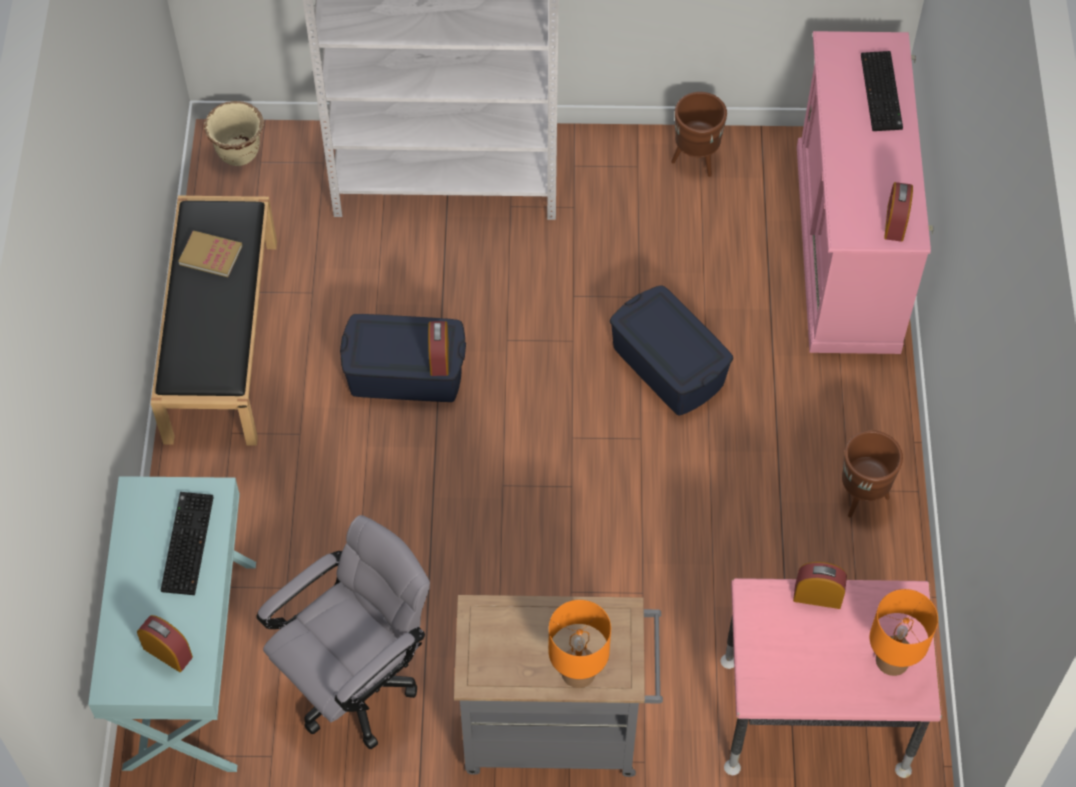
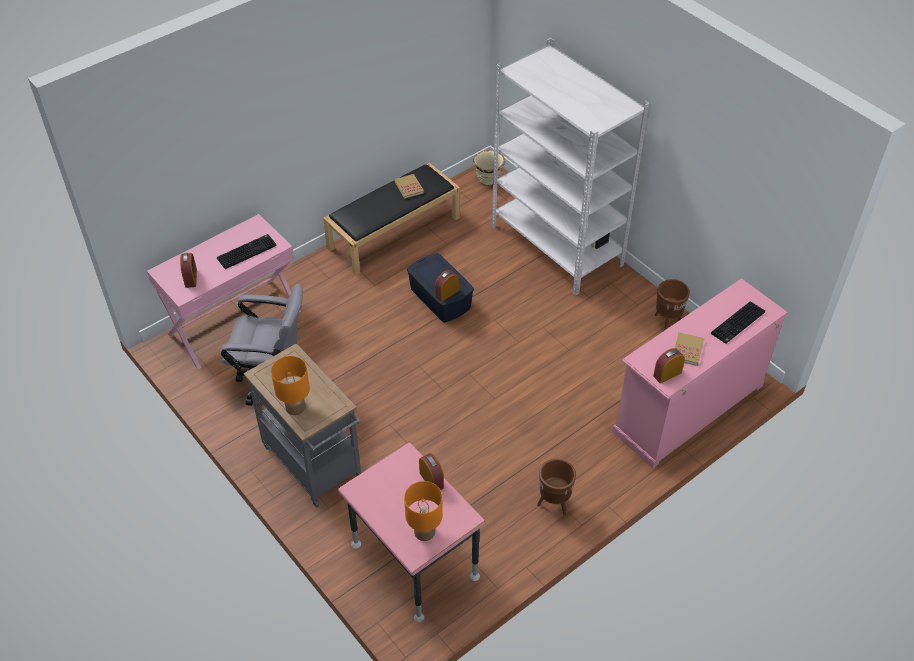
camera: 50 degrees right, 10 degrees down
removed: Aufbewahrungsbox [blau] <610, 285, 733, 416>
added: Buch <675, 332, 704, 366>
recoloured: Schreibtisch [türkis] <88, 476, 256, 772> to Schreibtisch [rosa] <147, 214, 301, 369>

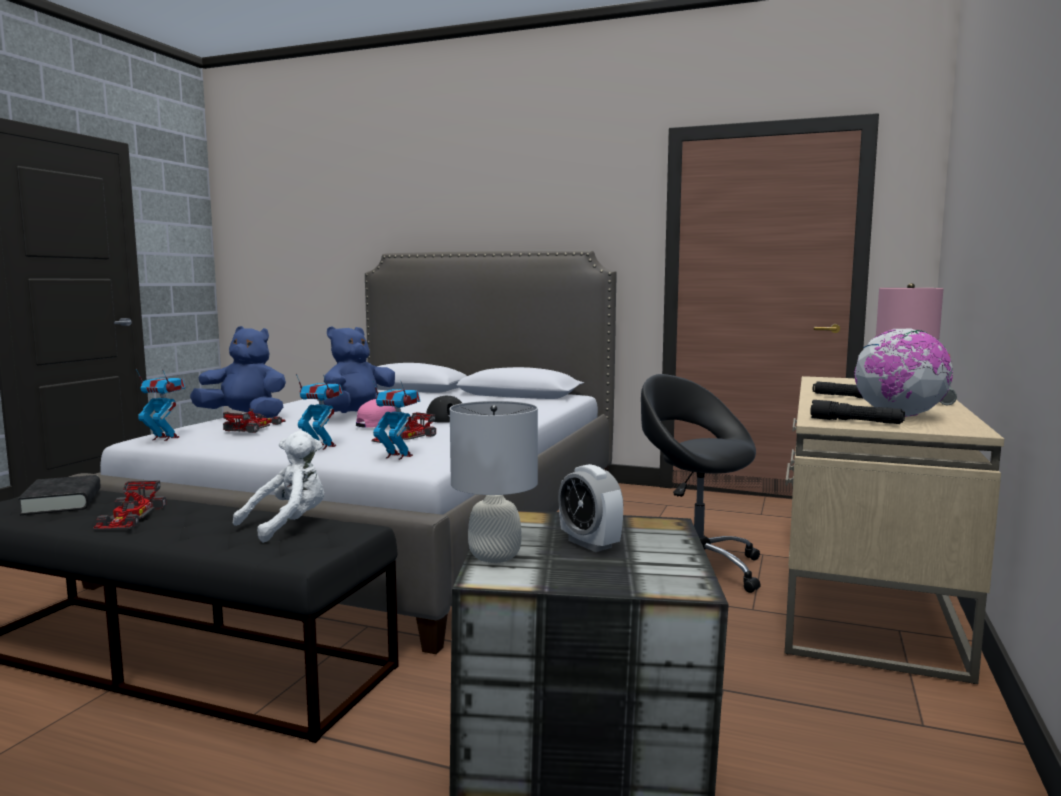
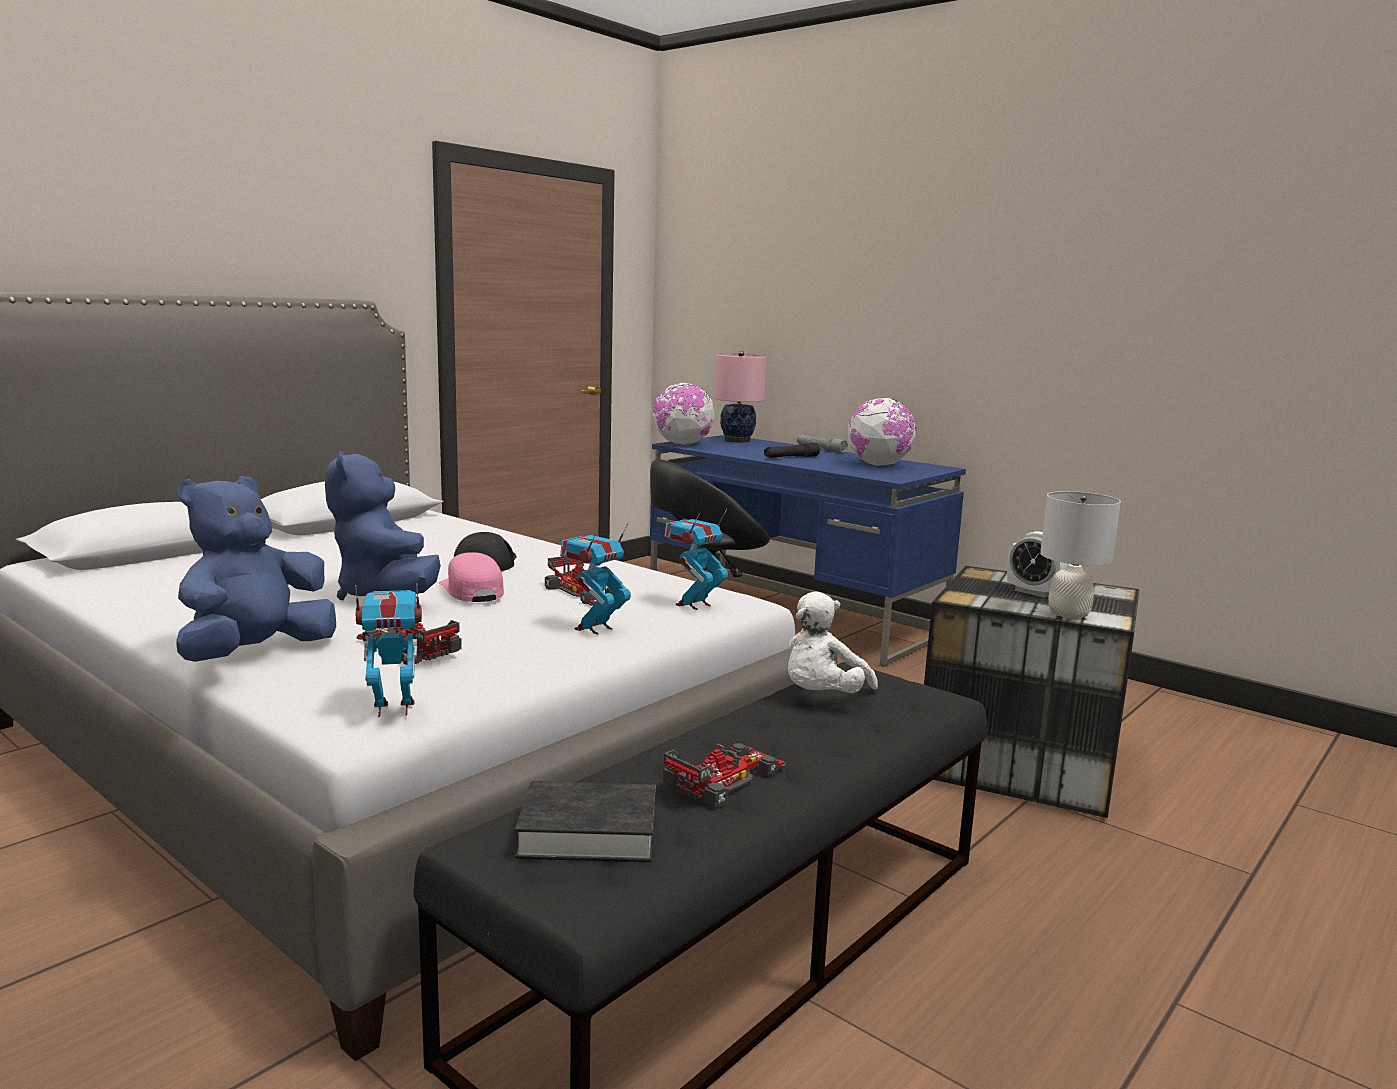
camera: 70 degrees left, 5 degrees up
removed: Taschenlampe [schwarz] <810, 400, 905, 424>
added: Globus <653, 383, 715, 445>
recoloured: Schreibtisch [beige] <785, 376, 1004, 684> to Schreibtisch [blau] <650, 435, 966, 667>
turned: Spielzeugauto <92, 480, 166, 530> = <663, 743, 786, 808> 60 degrees counterclockwise; Spielzeugroboter <136, 369, 185, 441> = <355, 583, 422, 717> 45 degrees clockwise; Plüschtier [weiß] <233, 431, 324, 543> = <788, 592, 878, 693> 120 degrees counterclockwise; Wecker <558, 464, 624, 552> = <1007, 531, 1068, 598> 60 degrees clockwise

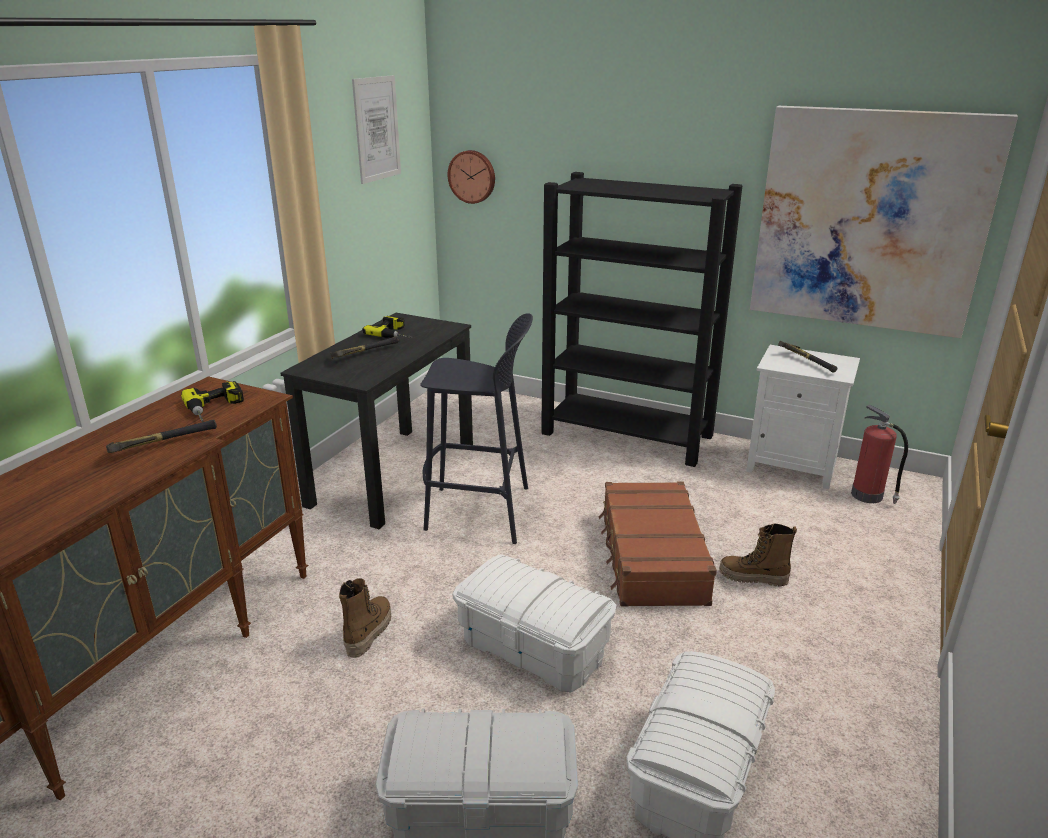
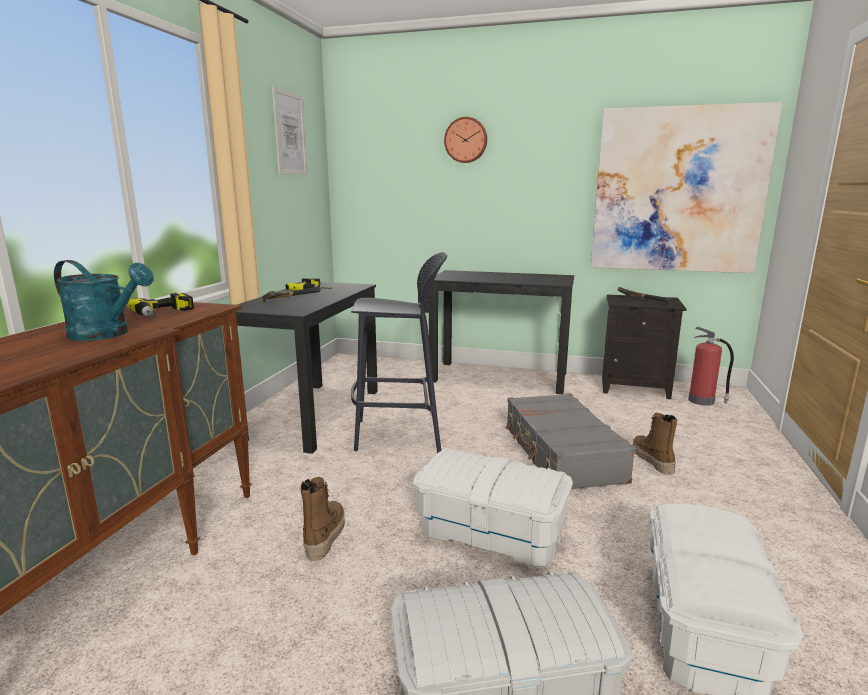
camera: 10 degrees left, 10 degrees down
moved: Wanduhr <448, 150, 495, 204> to <444, 117, 487, 163>
replaced: Hammer <106, 419, 217, 453> to Gießkanne [türkis] <54, 260, 154, 341>; Bücherregal [schwarz] <541, 172, 743, 467> to Schreibtisch [schwarz] <429, 270, 574, 394>
recoloured: Koffer [braun] <598, 481, 717, 607> to Koffer [grau] <505, 393, 636, 489>; Nachttisch [weiß] <746, 345, 860, 489> to Nachttisch [schwarz] <602, 294, 686, 399>
turned: Stiefel <719, 524, 797, 587> = <633, 413, 677, 475> 75 degrees clockwise

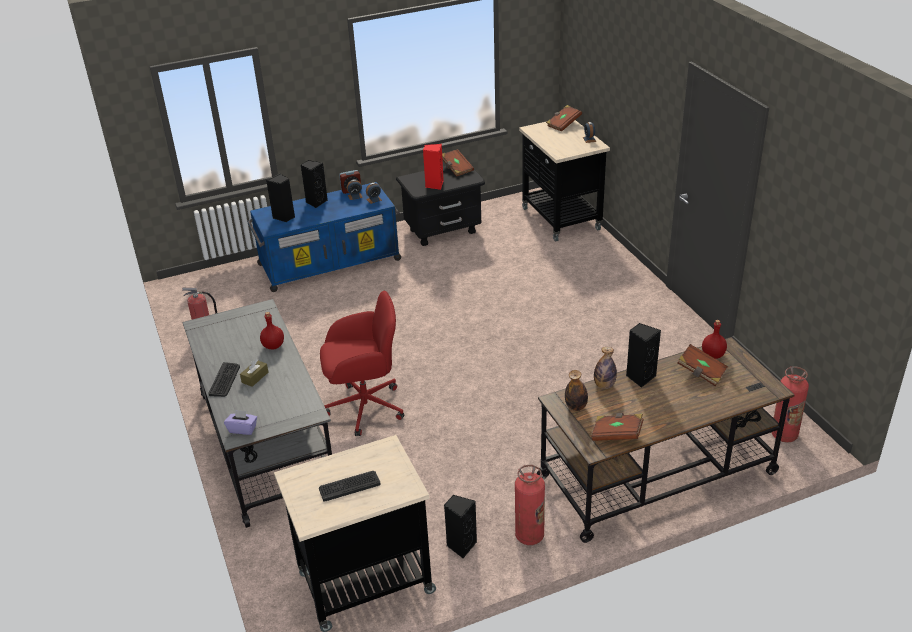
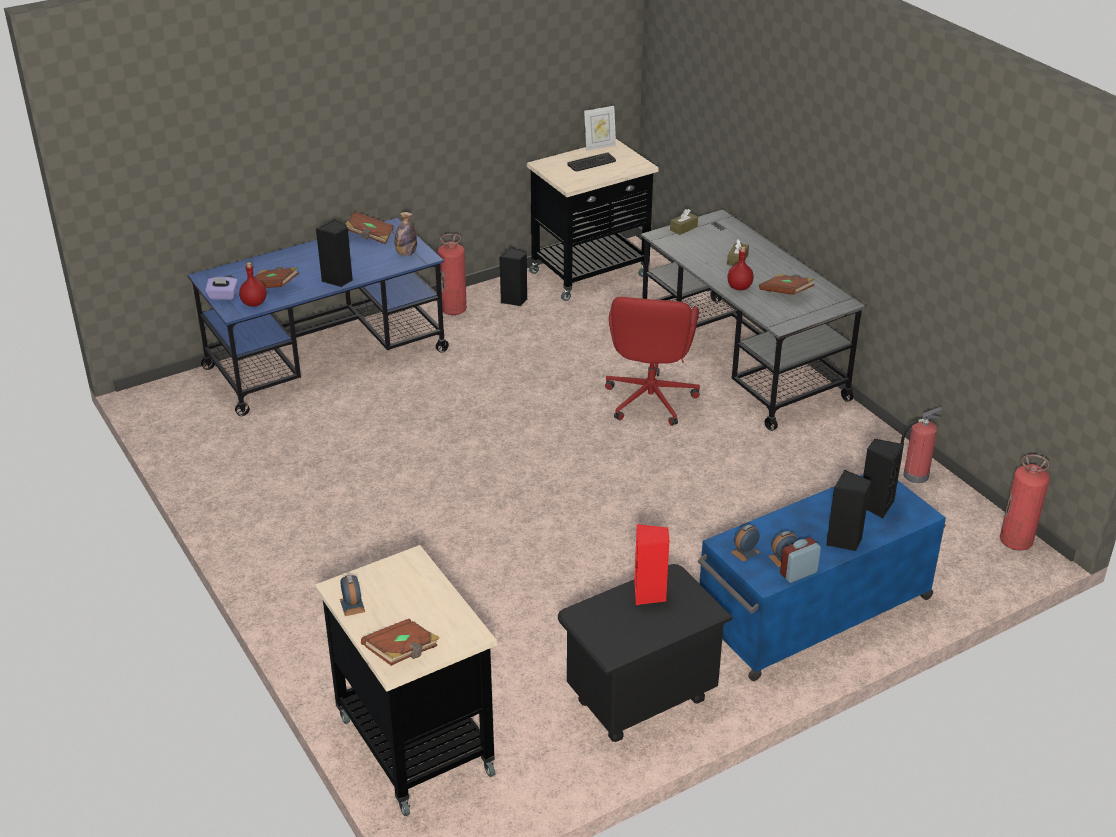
camera: 170 degrees right, 0 degrees up
removed: Tastatur <208, 362, 240, 397>; Flasche <594, 347, 617, 389>
added: Bilderrahmen <584, 106, 616, 151>; Taschentuchbox [braun] <670, 209, 698, 235>
moved: Taschentuchbox [lila] <224, 410, 257, 435> to <205, 277, 238, 300>; Buch [braun] <442, 149, 474, 177> to <759, 274, 814, 295>; Feuerlöscher <771, 366, 809, 442> to <1000, 454, 1050, 551>
recoloured: Schreibtisch [braun] <537, 337, 795, 543> to Schreibtisch [blau] <187, 218, 449, 416>
turned: Bürostuhl [rot] <320, 291, 404, 436> = <605, 297, 700, 426> 60 degrees counterclockwise

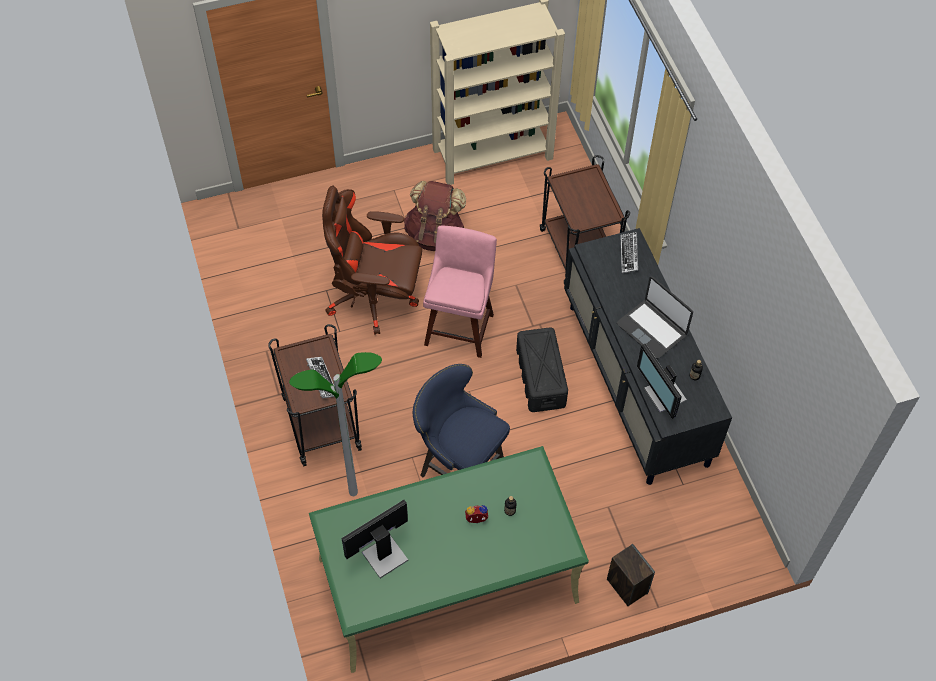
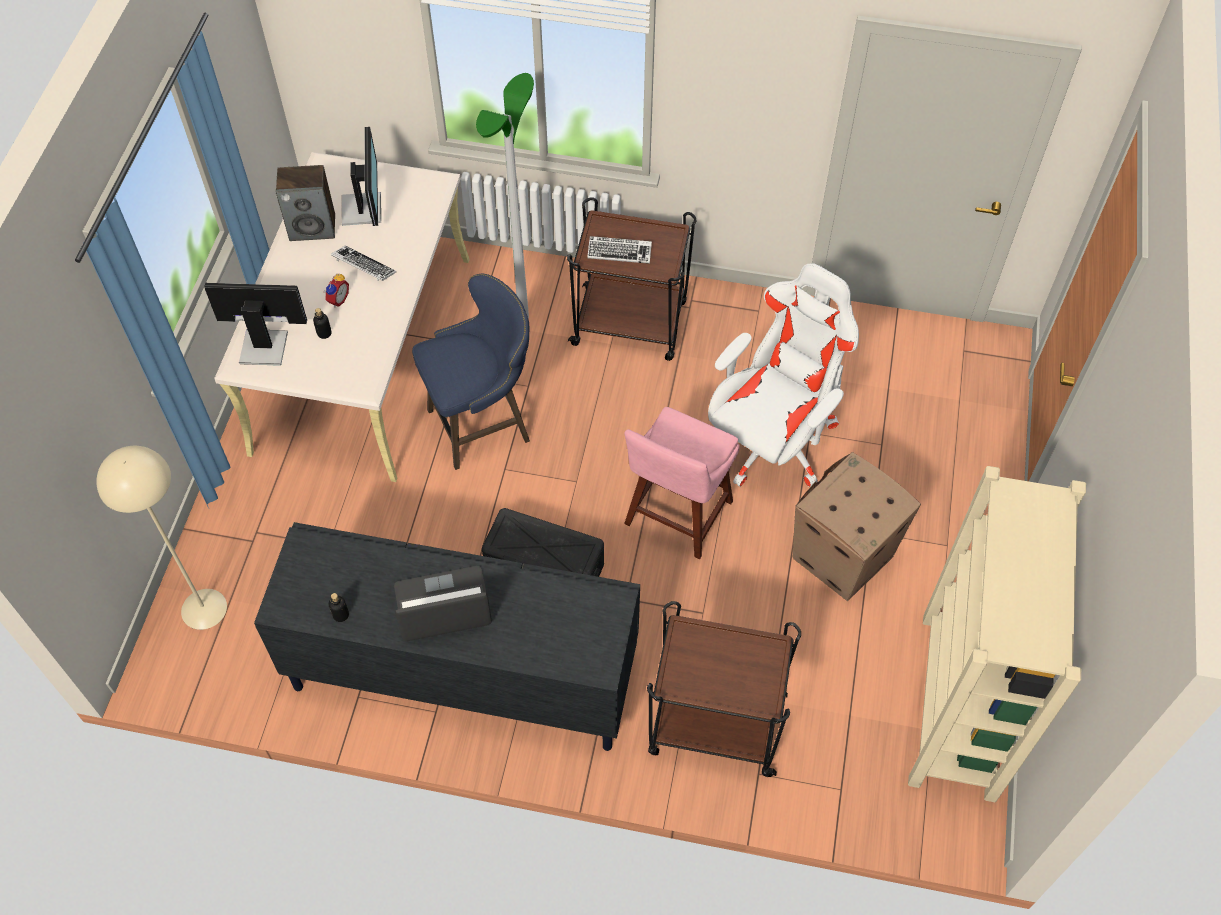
camera: 120 degrees right, 0 degrees up
added: Stehlampe [beige] <96, 446, 227, 630>
moved: Lautsprecher <607, 544, 655, 606> to <275, 165, 335, 241>; Tastatur <621, 232, 639, 273> to <331, 246, 396, 281>; Monitor <637, 343, 687, 419> to <204, 283, 307, 366>
replaced: Rucksack [braun] <404, 181, 466, 251> to Karton <793, 452, 921, 601>
recoloured: Schreibtisch [grün] <309, 446, 589, 673> to Schreibtisch [beige] <214, 152, 470, 482>; Bürostuhl [braun] <322, 185, 422, 335> to Bürostuhl [weiß] <708, 263, 859, 487>
turned: Stuhl [rosa] <423, 225, 497, 358> = <624, 407, 740, 559> 75 degrees clockwise

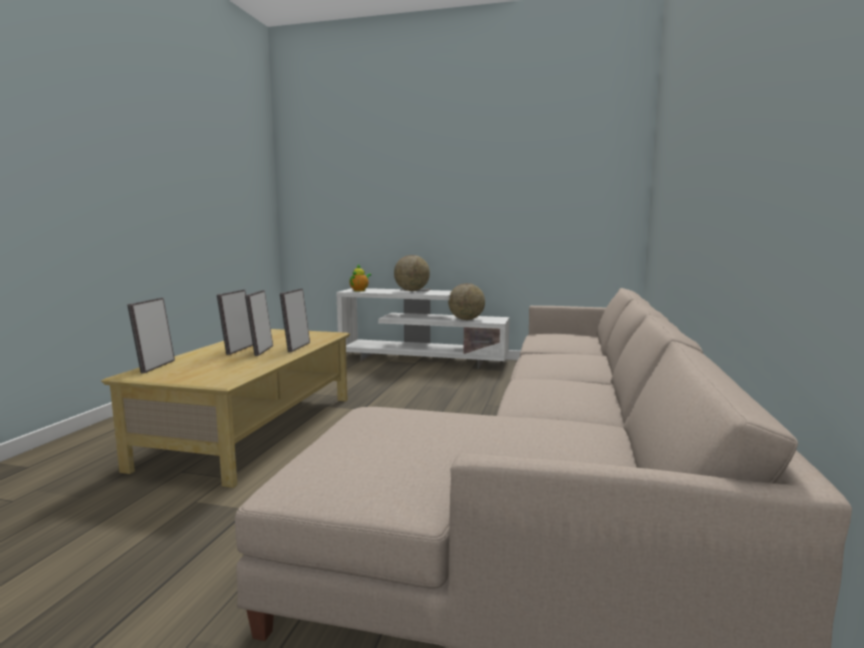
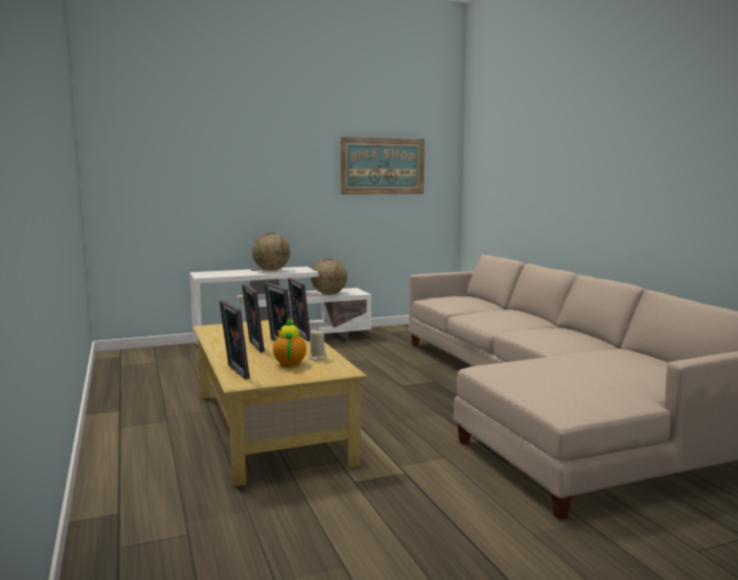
camera: 35 degrees left, 0 degrees up
added: Kerze [beige] <309, 329, 327, 361>; Bild <340, 137, 425, 195>
moved: Teekanne <350, 265, 371, 291> to <273, 318, 306, 367>

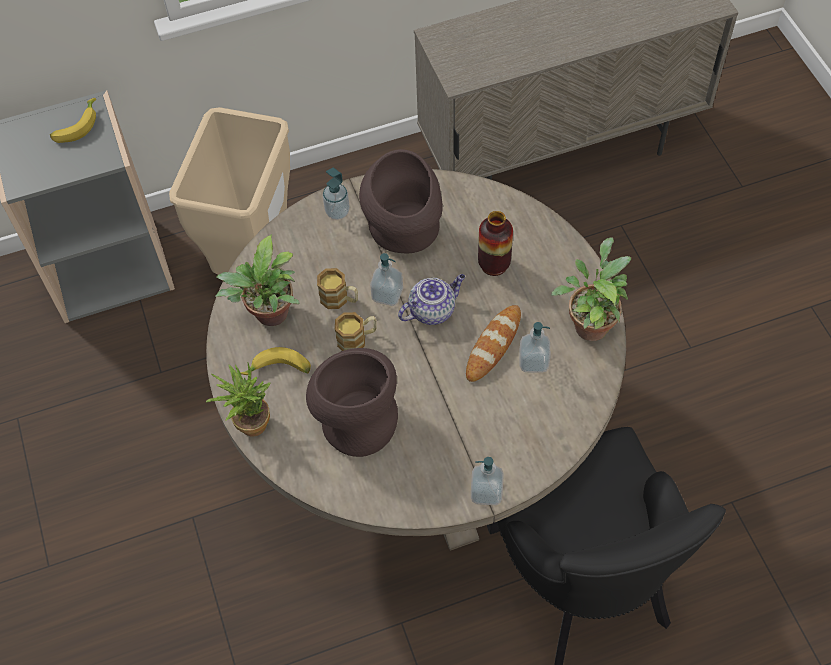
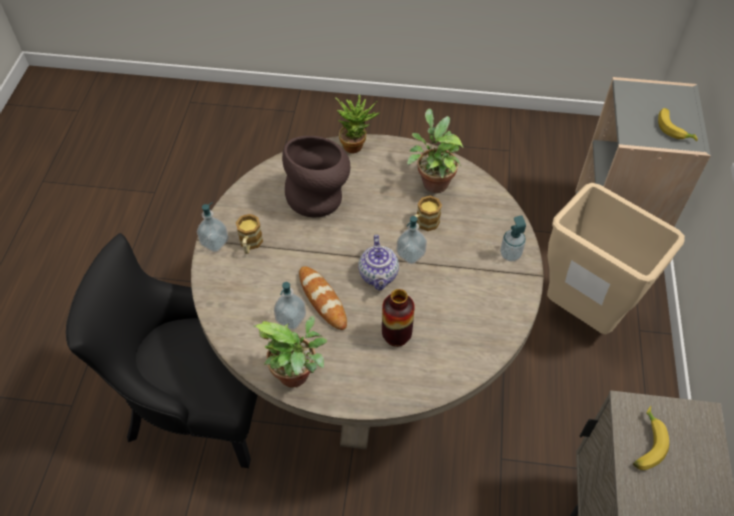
camera: 115 degrees right, 5 degrees down
removed: Vase [braun] <359, 149, 443, 253>
moved: Banane <240, 347, 311, 375> to <633, 406, 669, 470>; Henkelbecher <335, 312, 377, 351> to <236, 214, 263, 254>

